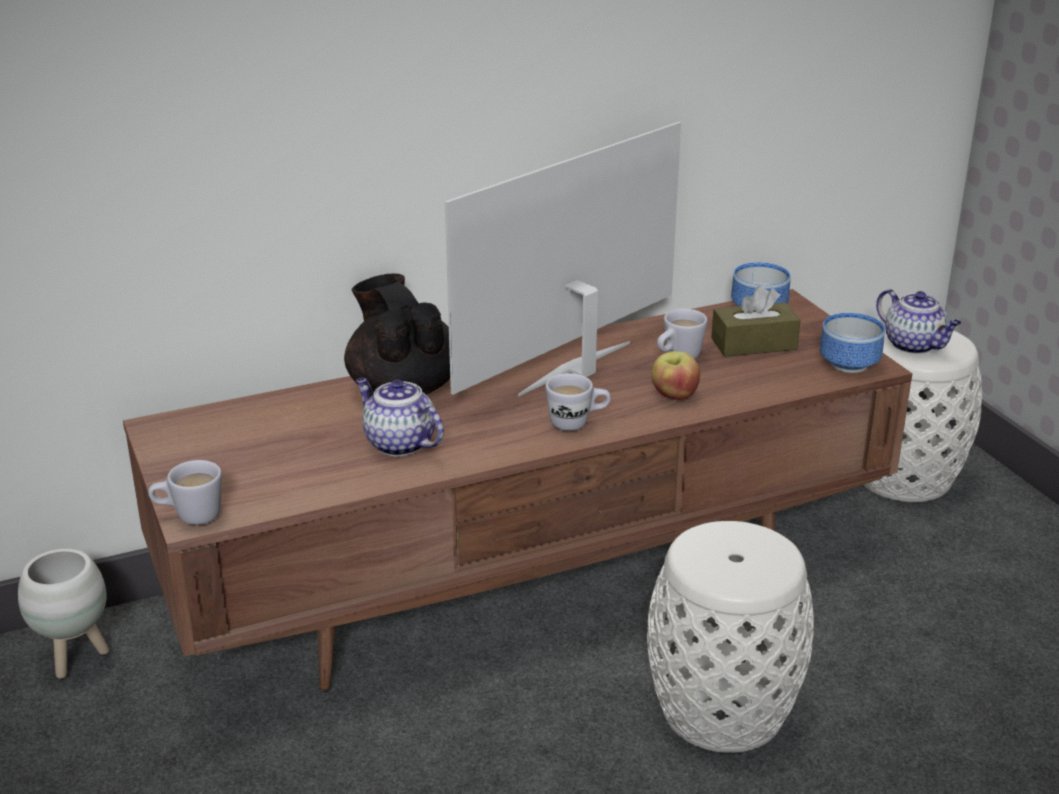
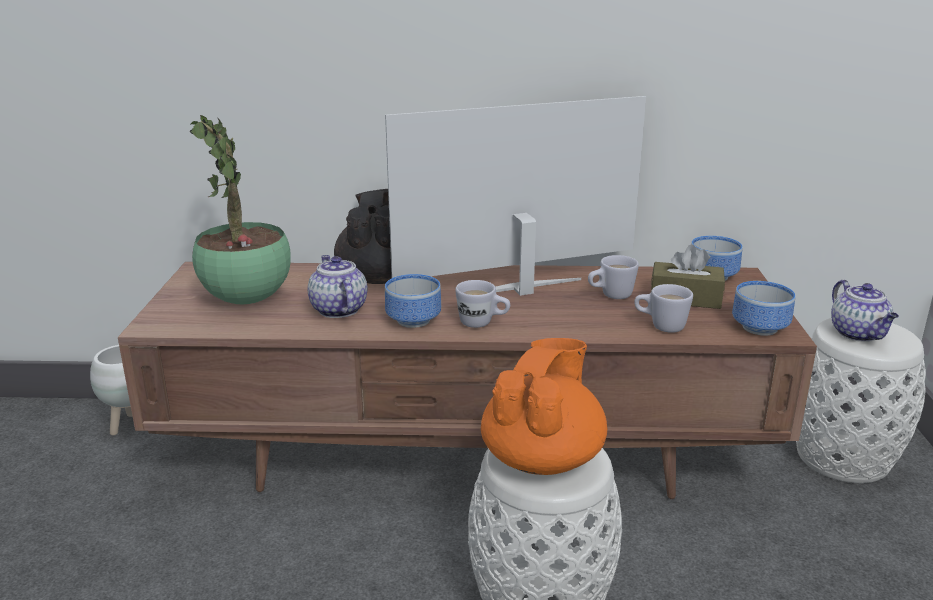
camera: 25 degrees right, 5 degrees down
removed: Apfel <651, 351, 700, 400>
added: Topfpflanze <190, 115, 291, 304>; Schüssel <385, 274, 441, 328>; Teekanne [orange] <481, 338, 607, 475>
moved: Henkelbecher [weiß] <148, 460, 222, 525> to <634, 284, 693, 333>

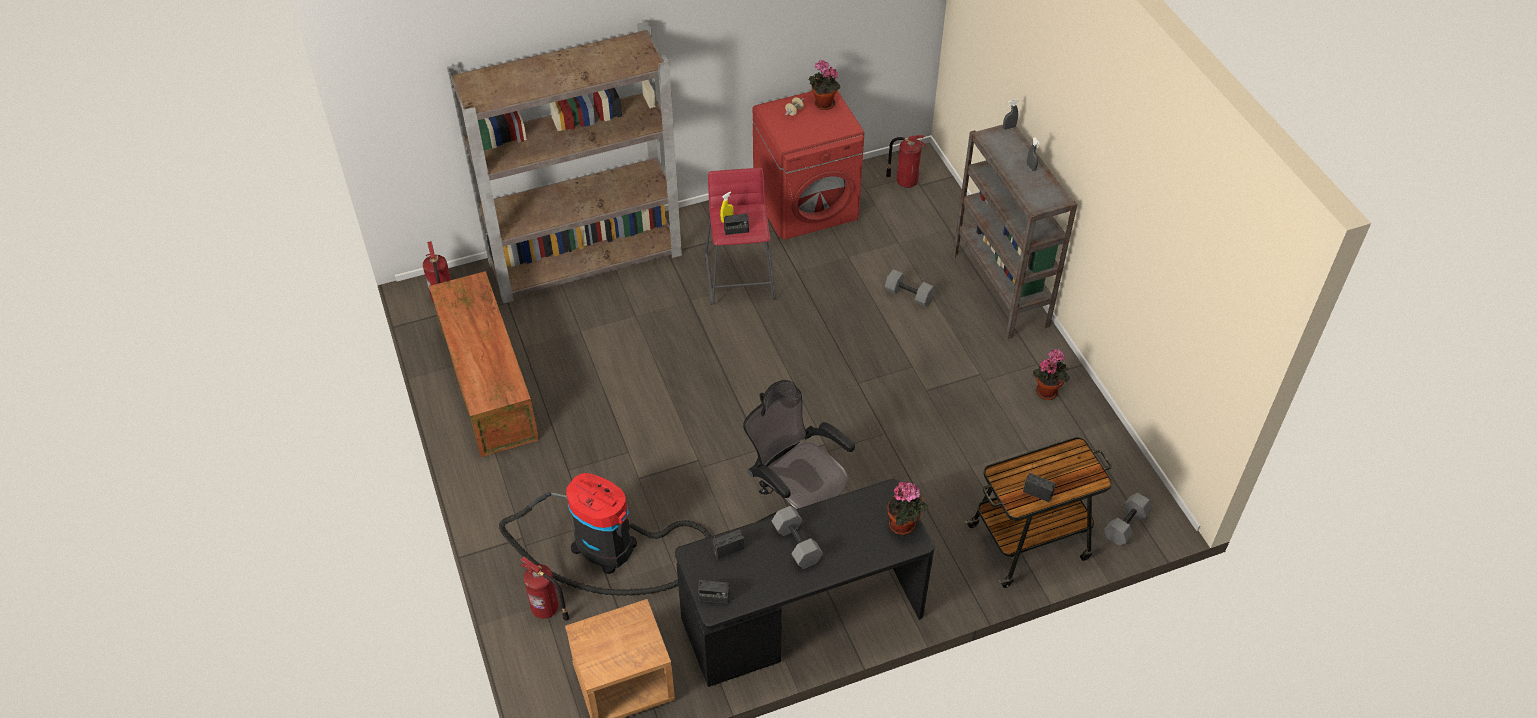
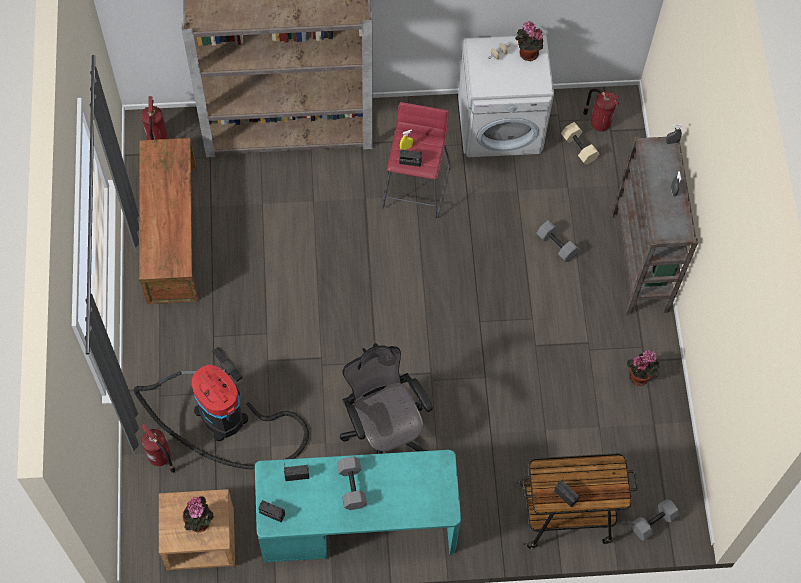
camera: 15 degrees right, 15 degrees up
added: Hantel [beige] <561, 122, 600, 165>
moved: Topfpflanze <888, 482, 928, 535> to <183, 496, 214, 532>
recoloured: Schreibtisch [schwarz] <675, 479, 935, 687> to Schreibtisch [türkis] <255, 450, 461, 562>; Waschmaschine [rot] <753, 90, 864, 240> to Waschmaschine [weiß] <458, 35, 554, 157>

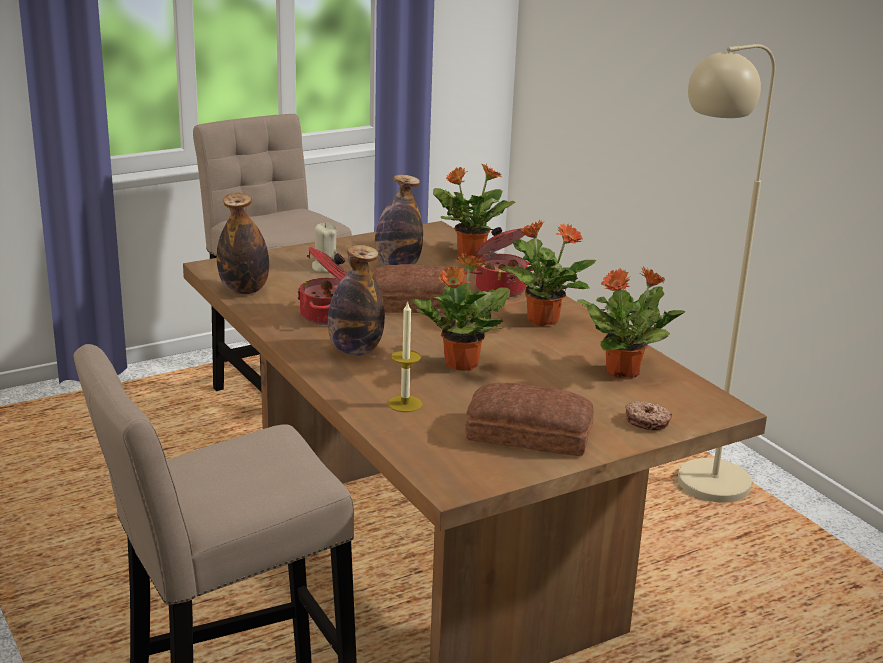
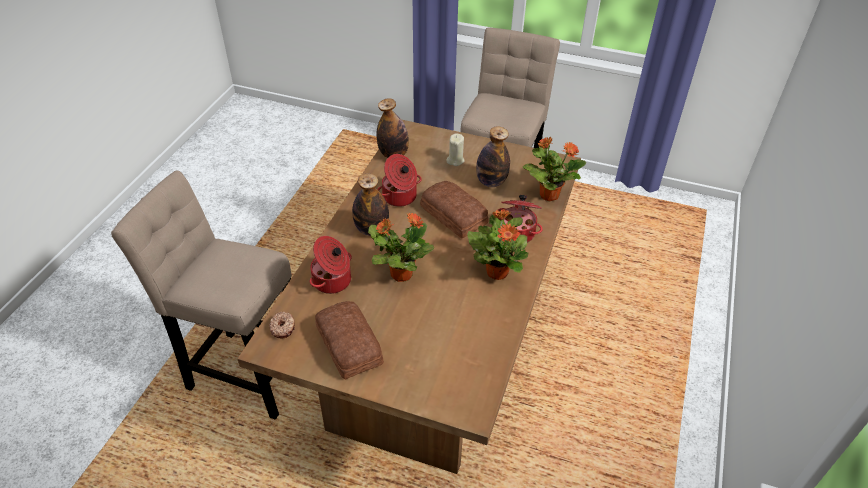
camera: 50 degrees right, 20 degrees up
removed: Topfpflanze <577, 267, 686, 378>; Stehlampe [beige] <677, 44, 775, 502>
moved: Donut <625, 401, 672, 430> to <269, 311, 295, 338>
replaced: Kerze <388, 301, 422, 412> to Kochtopf <310, 236, 352, 294>

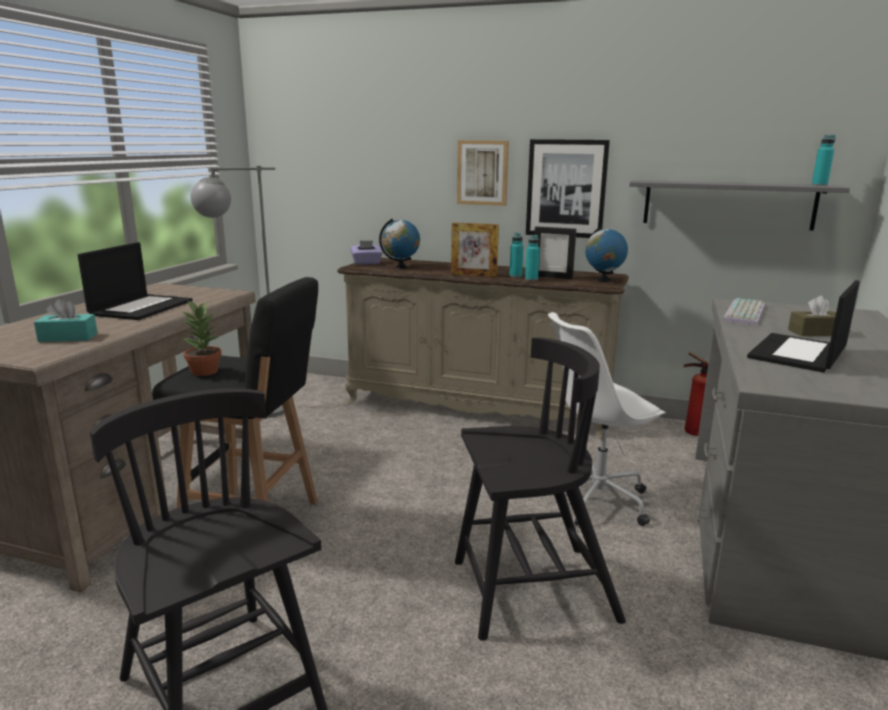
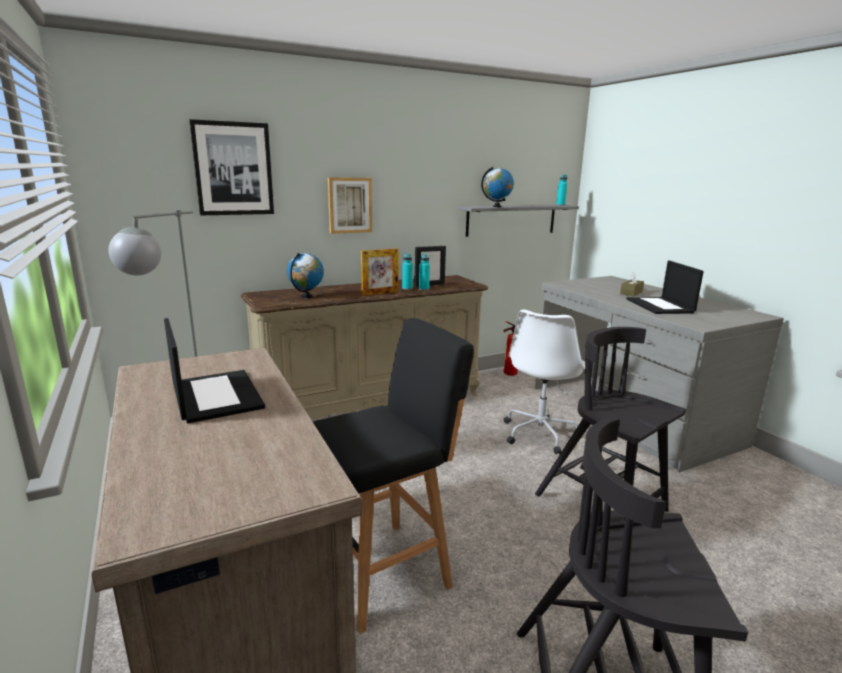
camera: 45 degrees left, 0 degrees up
removed: Taschentuchbox [türkis] <34, 298, 97, 342>; Topfpflanze <182, 301, 222, 376>; Taschentuchbox [lila] <350, 240, 382, 265>; Tastatur <722, 298, 765, 326>
moved: Bild <526, 139, 610, 238> to <189, 119, 274, 216>; Globus <585, 226, 628, 282> to <481, 167, 514, 207>
turned: Stuhl [schwarz] <455, 337, 626, 641> = <535, 327, 686, 512> 75 degrees counterclockwise

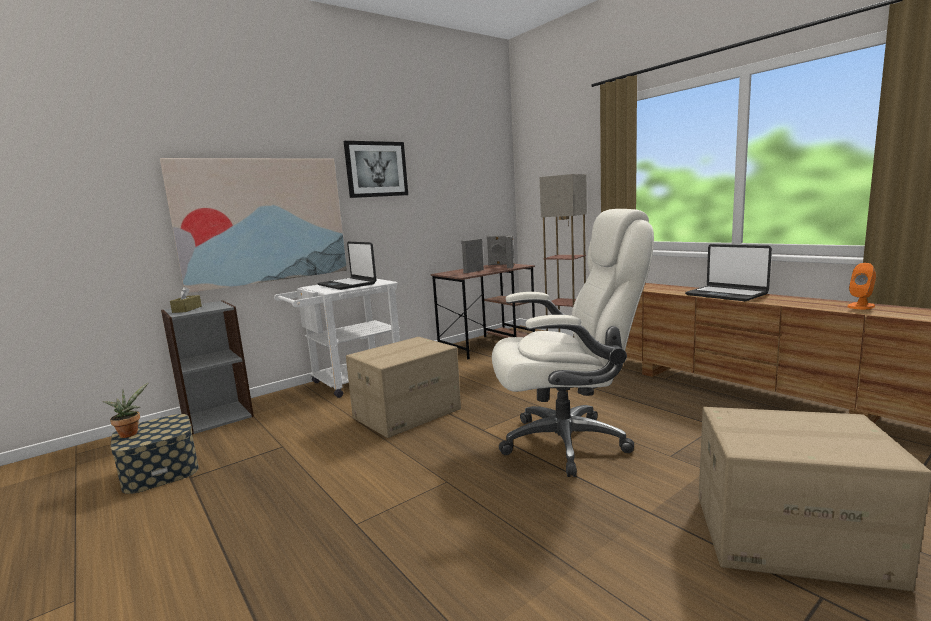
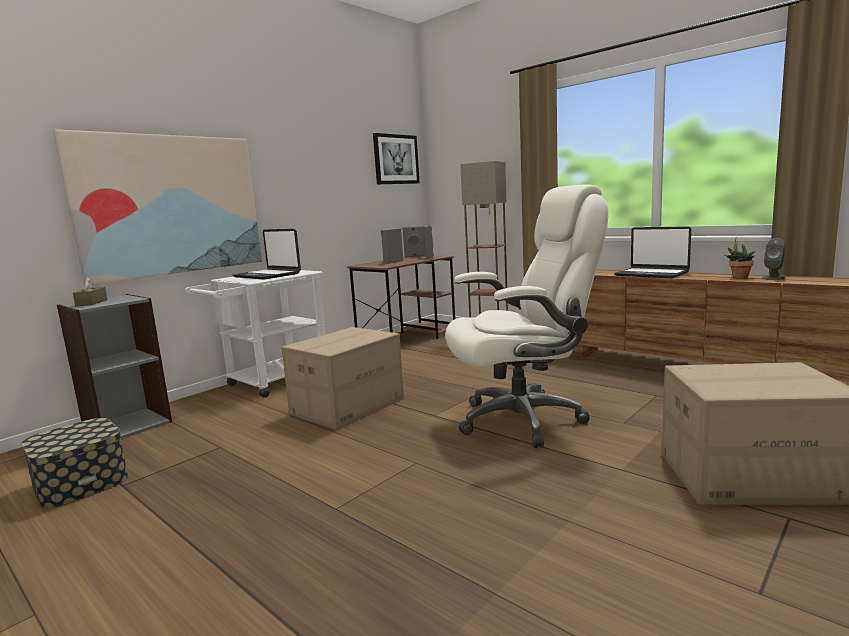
camera: 10 degrees left, 0 degrees up
moved: Topfpflanze <103, 383, 148, 438> to <725, 237, 755, 279>; Bild <344, 141, 408, 198> to <373, 133, 420, 184>
recoloured: Lautsprecher [orange] <847, 263, 876, 310> to Lautsprecher [grau] <762, 238, 785, 280>

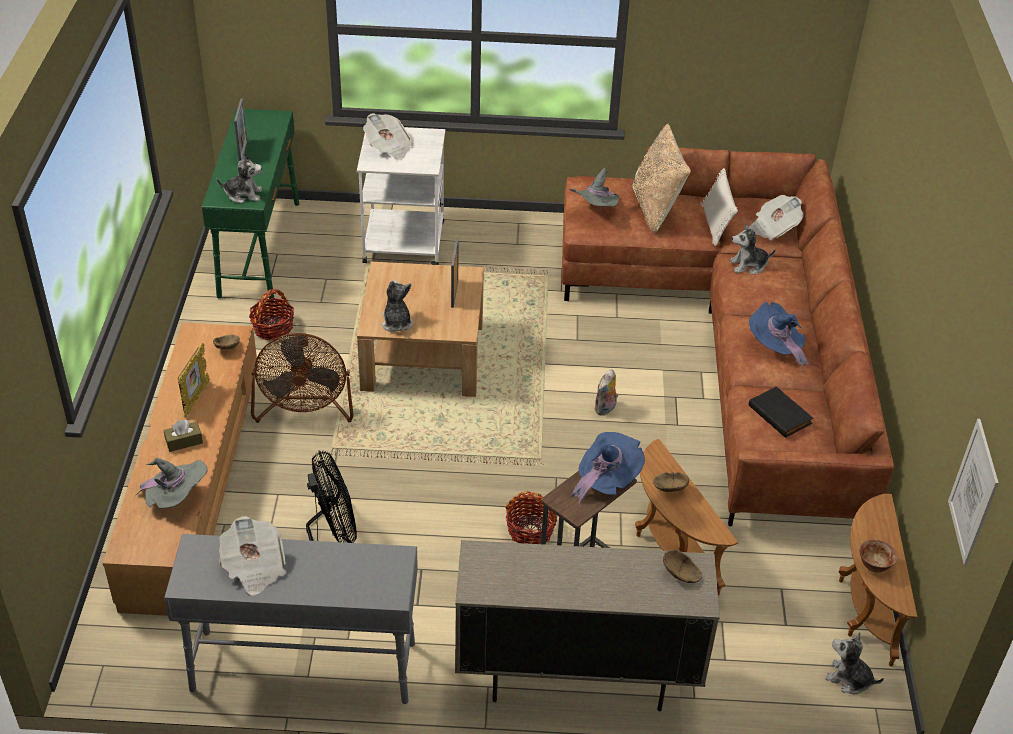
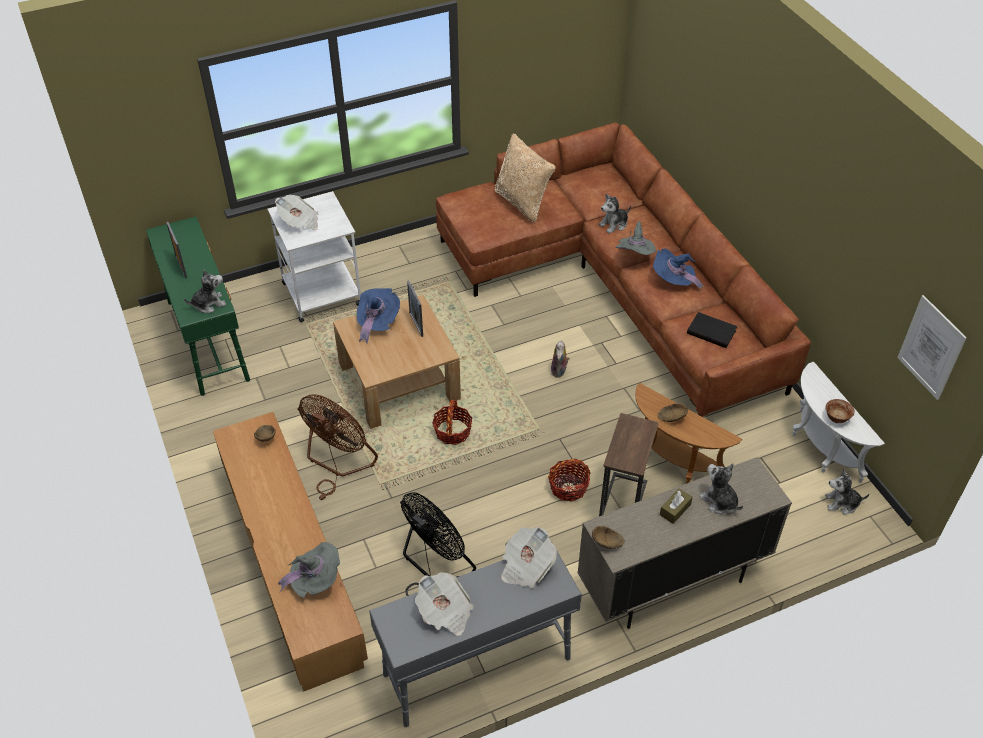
camera: 25 degrees left, 5 degrees up
removed: Bilderrahmen <178, 343, 210, 417>; Kissen [weiß] <700, 168, 738, 246>
moved: Taschentuchbox [braun] <164, 420, 203, 452> to <660, 488, 693, 524>; Korb <249, 289, 294, 340> to <432, 400, 472, 445>; Plüschtier <381, 280, 413, 332> to <699, 463, 743, 514>; Hut [grau] <570, 168, 619, 207> to <615, 221, 656, 255>; Hut [blau] <571, 432, 645, 504> to <357, 288, 400, 344>; Schüssel [braun] <663, 549, 702, 583> to <592, 526, 624, 549>; Zeitung <749, 195, 804, 241> to <501, 527, 557, 588>
recoloured: Beistelltisch [braun] <839, 494, 917, 666> to Beistelltisch [weiß] <792, 362, 885, 483>
turned: Ventilator [braun] <251, 332, 353, 423> = <297, 394, 378, 500> 120 degrees counterclockwise

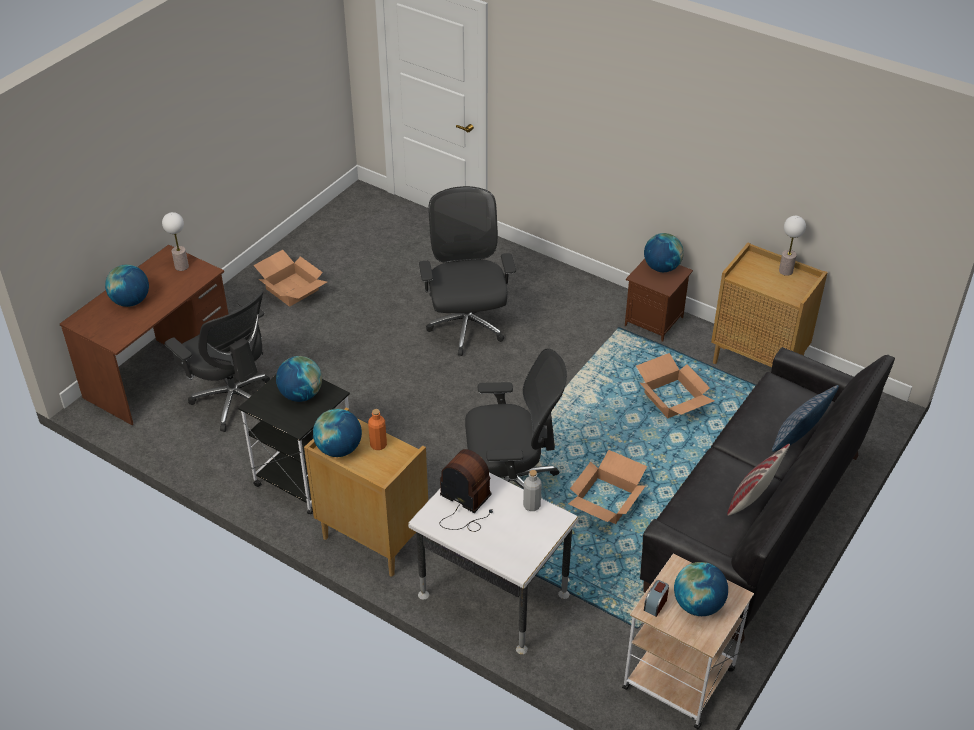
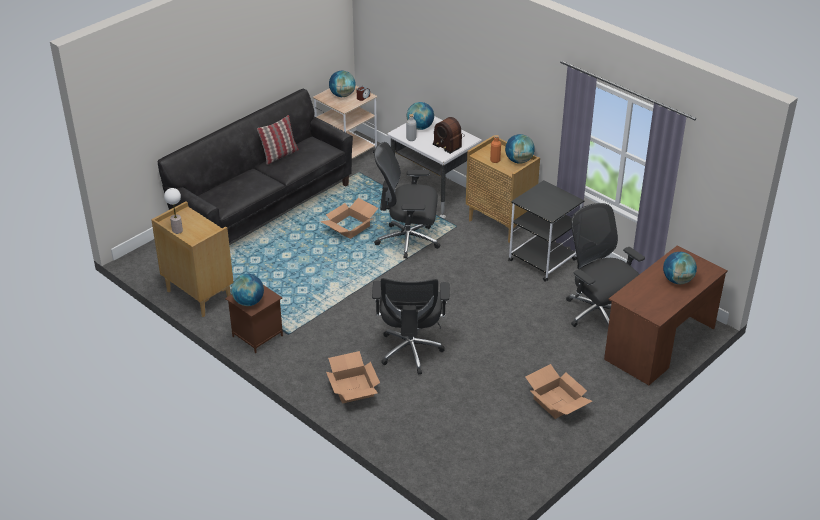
camera: 170 degrees left, 5 degrees down
removed: Tischlampe <162, 212, 189, 271>; Kissen <772, 385, 839, 452>
moved: Globus <276, 356, 322, 402> to <407, 102, 434, 130>; Karton <636, 353, 715, 419> to <326, 351, 380, 404>

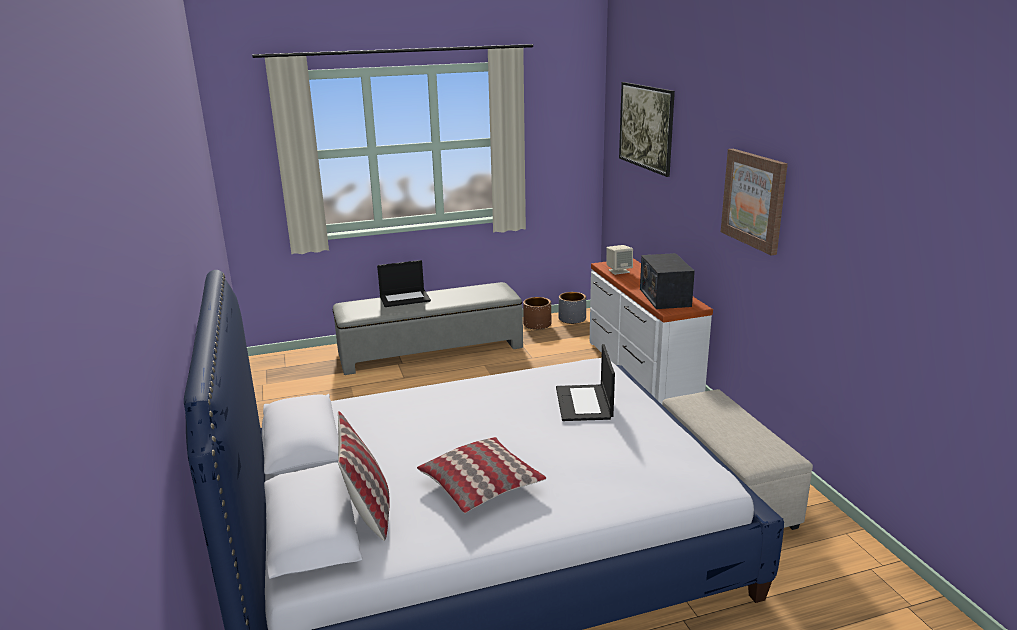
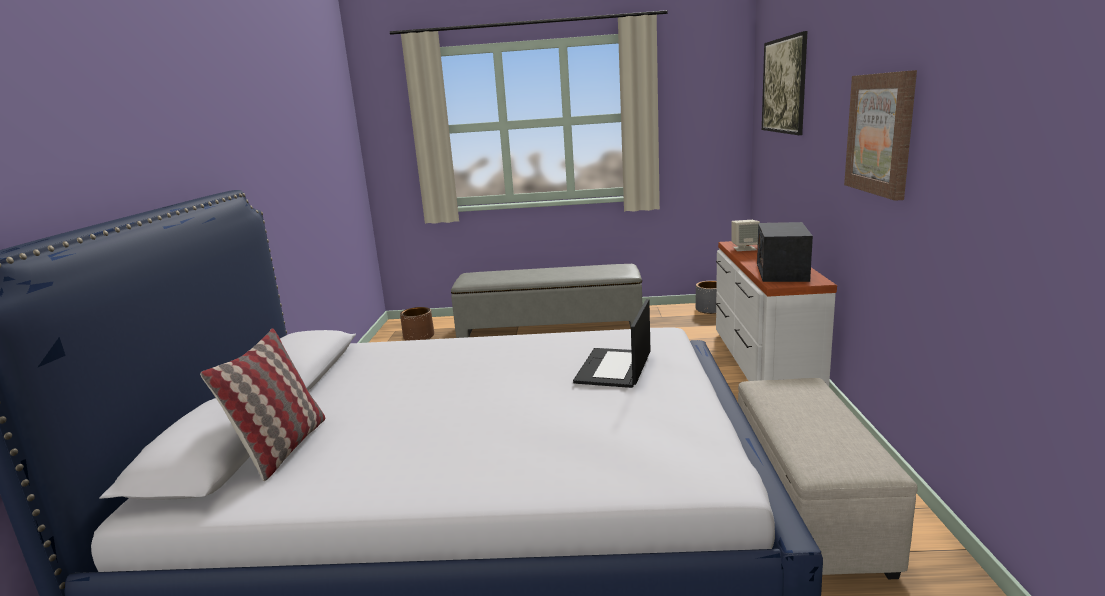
camera: 20 degrees right, 5 degrees down
removed: Laptop <377, 260, 431, 307>; Kissen <417, 437, 546, 513>
moved: Pflanzkübel [braun] <523, 297, 551, 330> to <400, 307, 434, 341>

